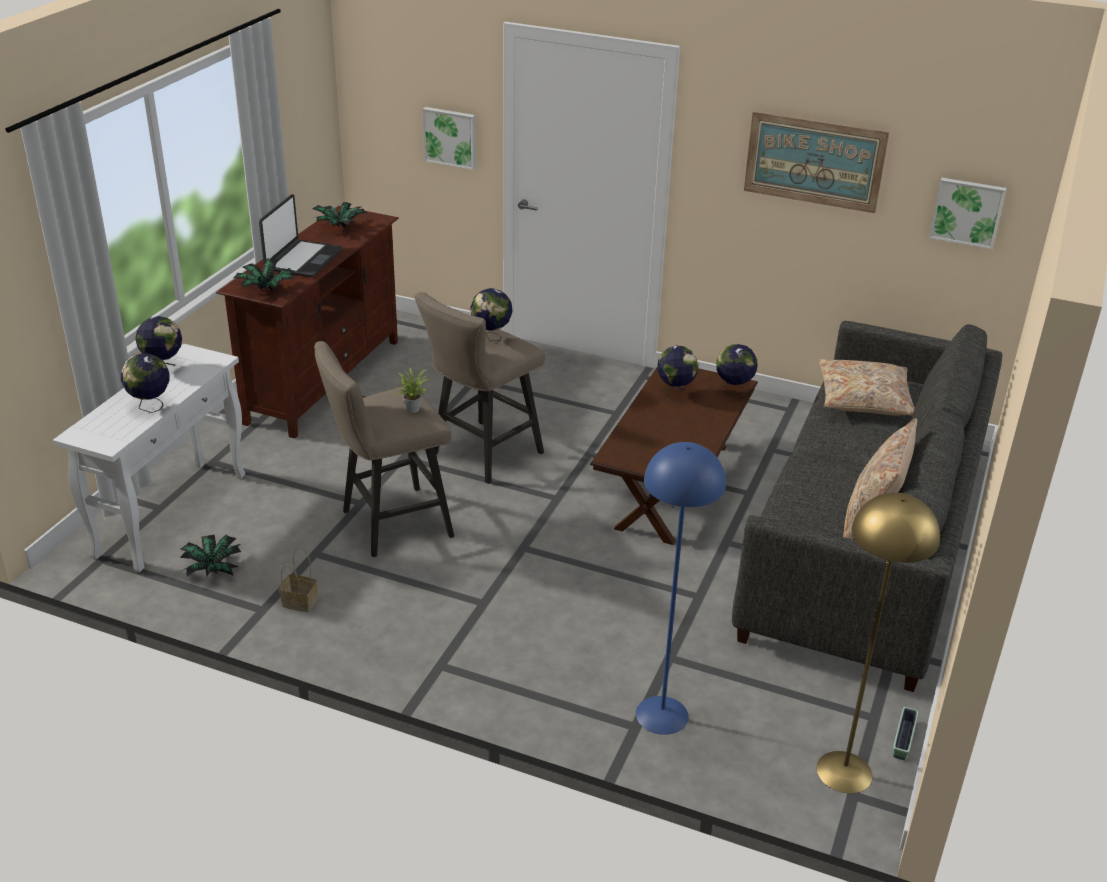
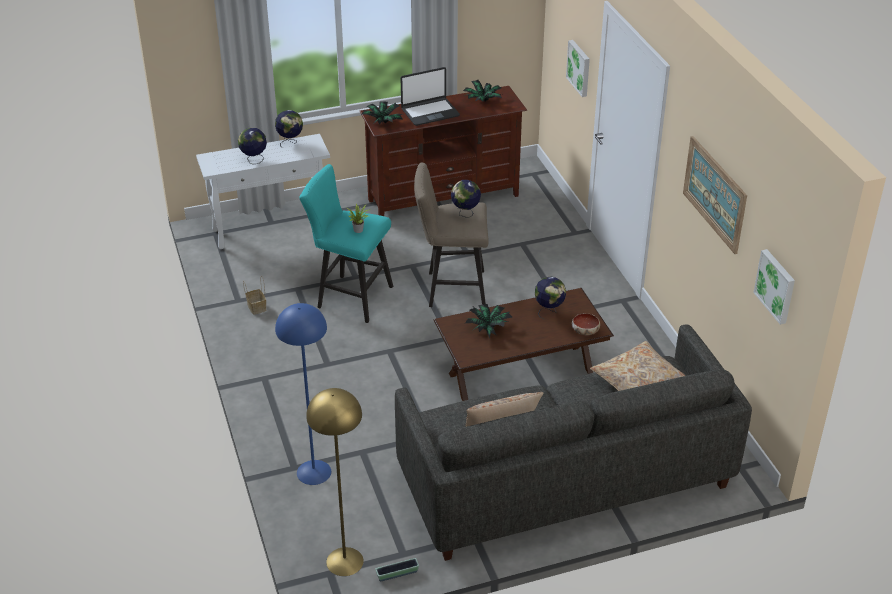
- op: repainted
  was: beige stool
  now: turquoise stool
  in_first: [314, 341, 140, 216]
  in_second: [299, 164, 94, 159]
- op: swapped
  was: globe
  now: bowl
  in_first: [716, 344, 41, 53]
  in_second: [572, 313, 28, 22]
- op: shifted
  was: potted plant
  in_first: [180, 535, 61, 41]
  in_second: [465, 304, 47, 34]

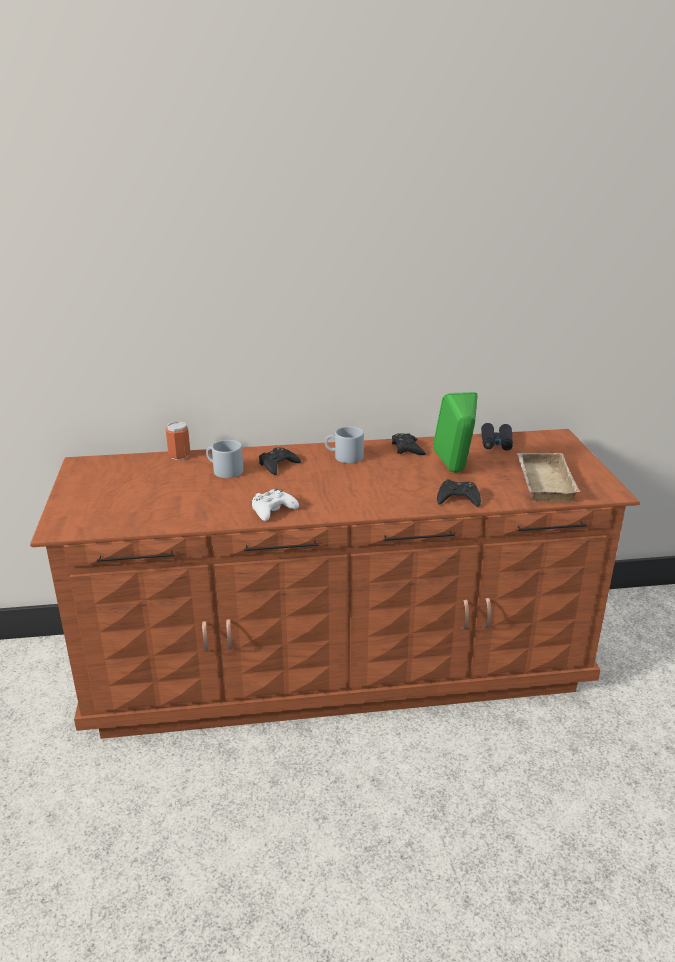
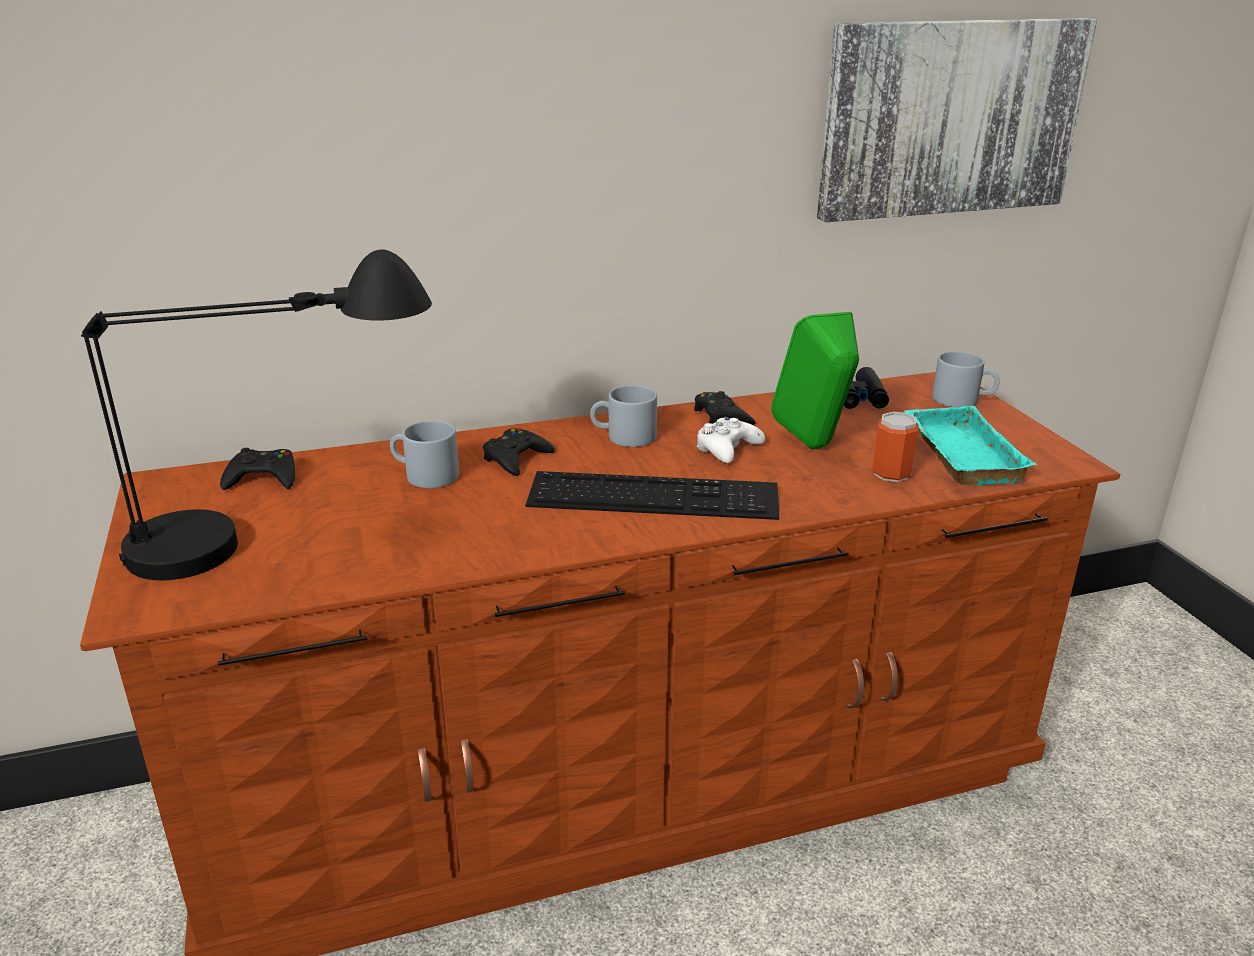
- op: shifted
  was: can
  in_first: [165, 421, 26, 39]
  in_second: [872, 411, 46, 71]
- op: repainted
  was: beige tray
  now: turquoise tray
  in_first: [517, 453, 63, 49]
  in_second: [904, 406, 133, 80]
- op: shifted
  was: black game controller
  in_first: [437, 479, 44, 28]
  in_second: [220, 448, 75, 42]
- op: shifted
  was: white game controller
  in_first: [252, 489, 47, 32]
  in_second: [696, 416, 69, 47]
- op: new
  now: picture
  in_second: [817, 18, 280, 204]
- op: new
  now: black table lamp
  in_second: [81, 249, 351, 331]
- op: new
  now: grey mug
  in_second: [932, 351, 68, 57]
- op: new
  now: keyboard
  in_second: [526, 471, 253, 49]

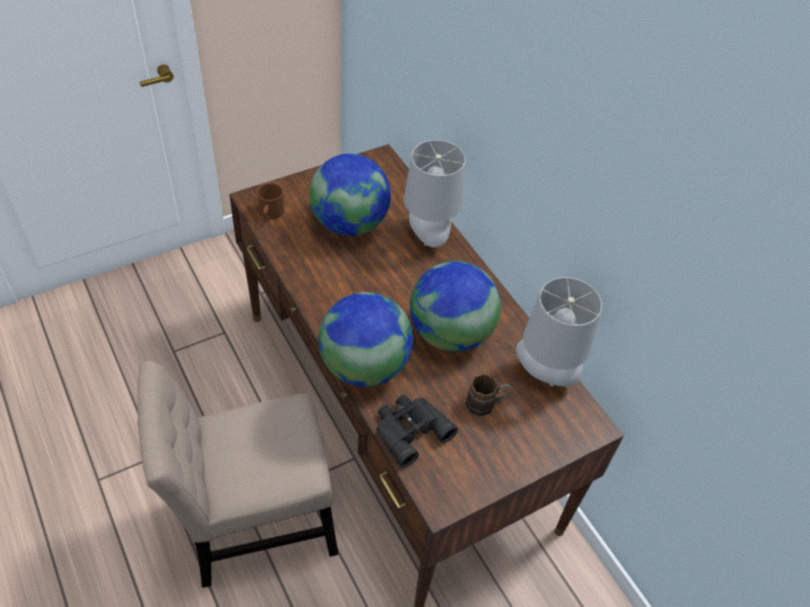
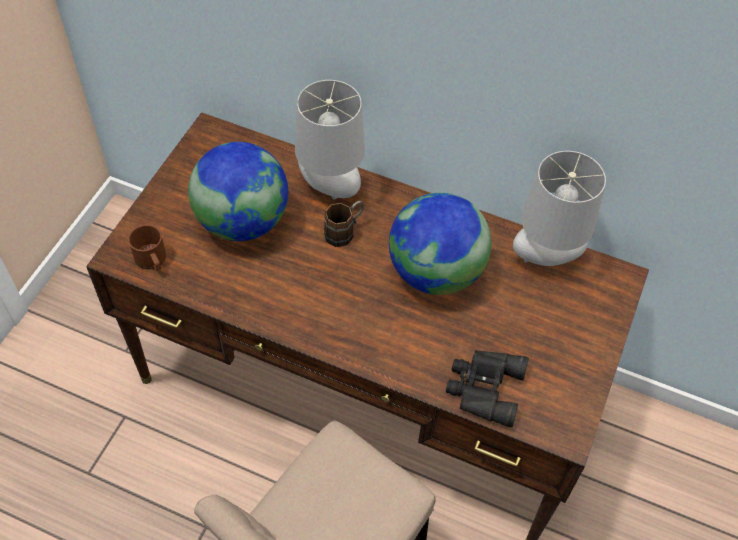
- op: gone
  was: globe
  in_first: [319, 292, 94, 95]
- op: shifted
  was: brown mug
  in_first: [466, 374, 47, 42]
  in_second: [324, 201, 40, 46]

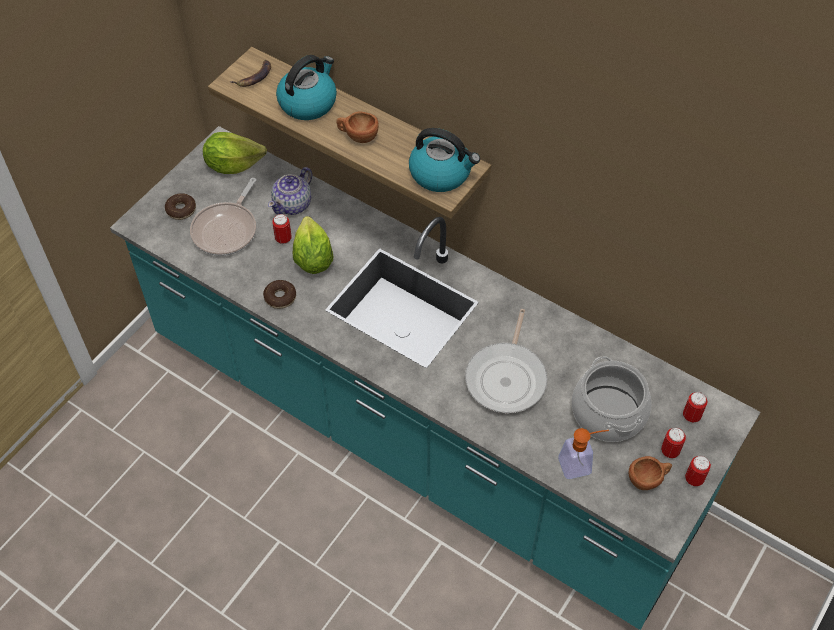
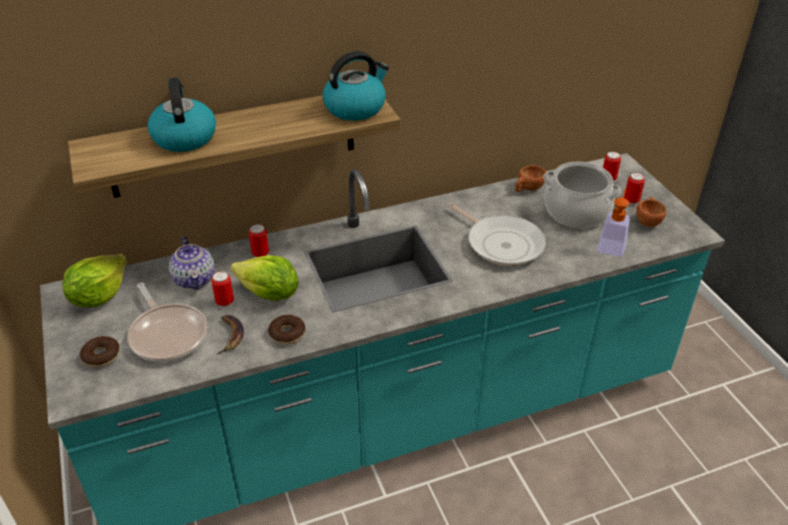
- op: shifted
  was: banana
  in_first: [229, 60, 42, 27]
  in_second: [217, 315, 27, 40]
- op: shifted
  was: brown cup
  in_first: [336, 111, 43, 32]
  in_second: [515, 165, 32, 27]
- op: shifted
  was: can
  in_first: [685, 456, 26, 30]
  in_second: [249, 224, 20, 34]

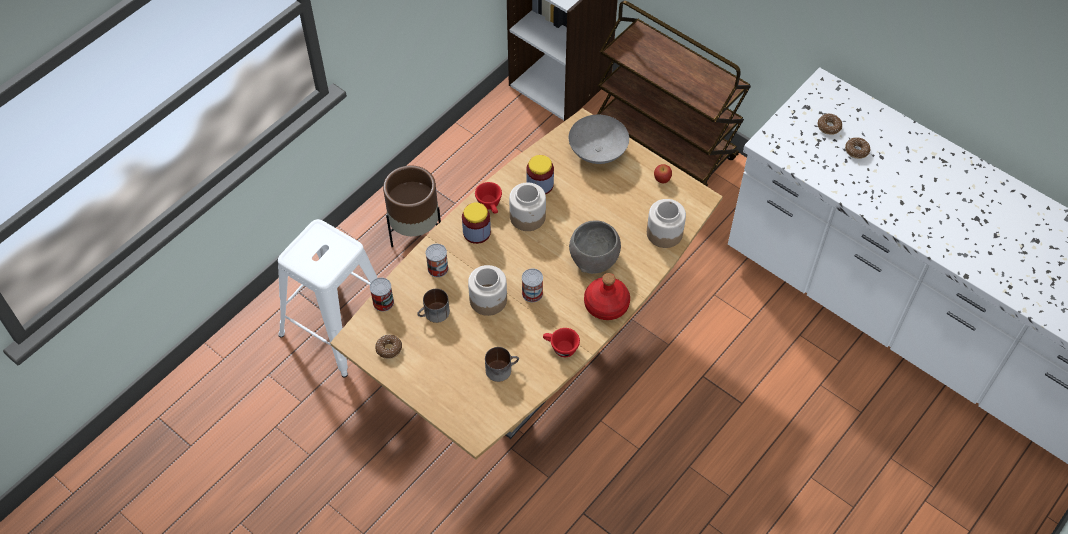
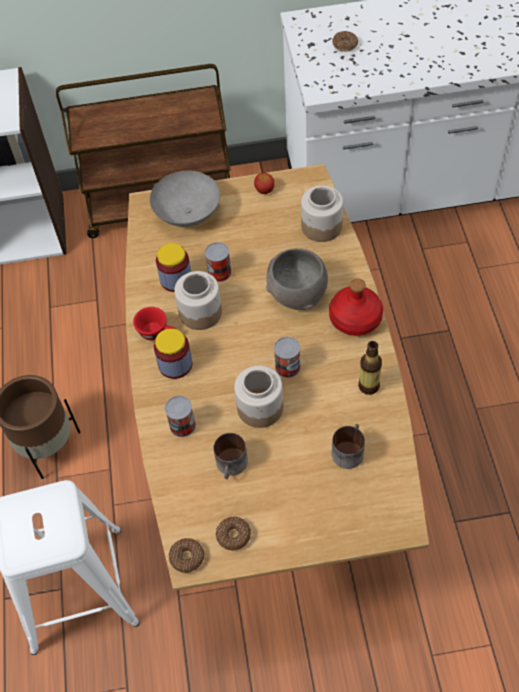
- op: shifted
  was: donut
  in_first: [845, 137, 25, 22]
  in_second: [169, 538, 35, 35]
- op: shifted
  was: can
  in_first: [370, 277, 24, 34]
  in_second: [205, 242, 27, 40]
- op: swapped
  was: red cup
  now: bottle
  in_first: [543, 328, 37, 29]
  in_second: [358, 341, 24, 54]

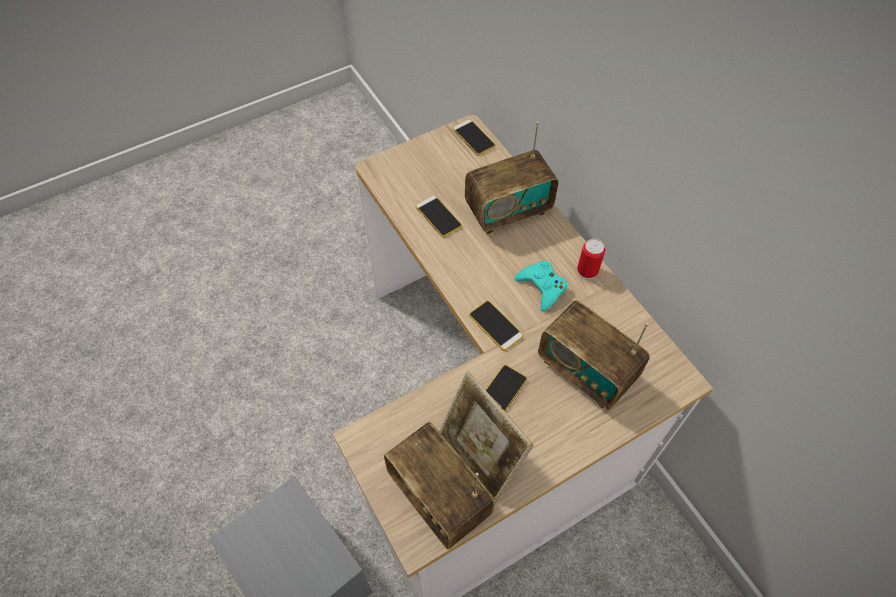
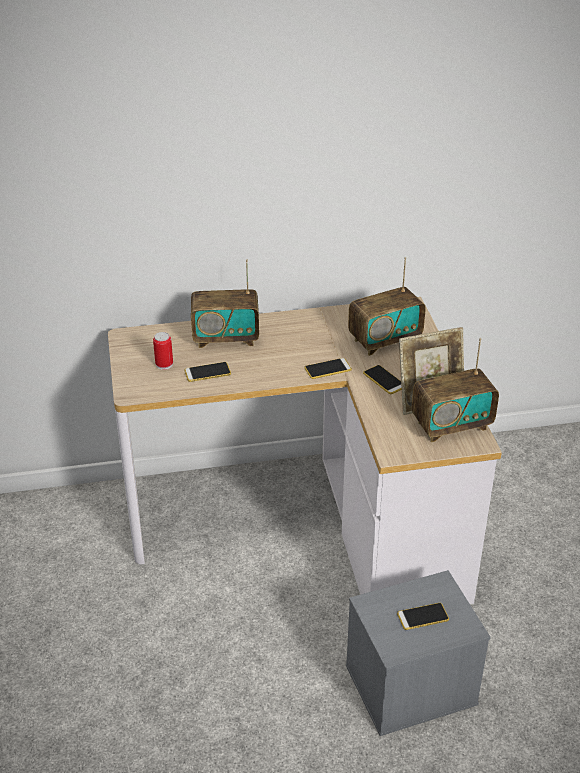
- op: shifted
  was: phone
  in_first: [452, 119, 44, 36]
  in_second: [397, 603, 52, 27]
- op: rotated
  was: radio
  in_first: [465, 121, 93, 113]
  in_second: [191, 259, 68, 89]
  clockwise: 90
- op: shifted
  was: can
  in_first: [577, 239, 28, 41]
  in_second: [153, 332, 20, 38]
- op: gone
  was: turquoise game controller
  in_first: [514, 261, 53, 51]

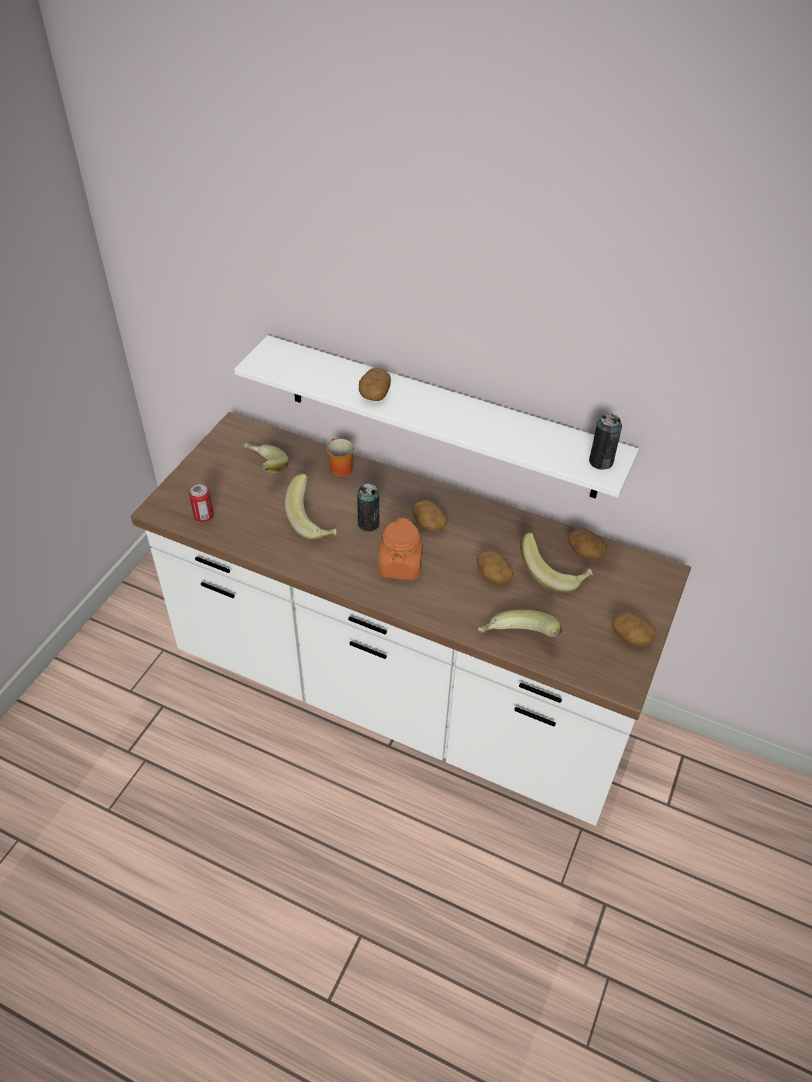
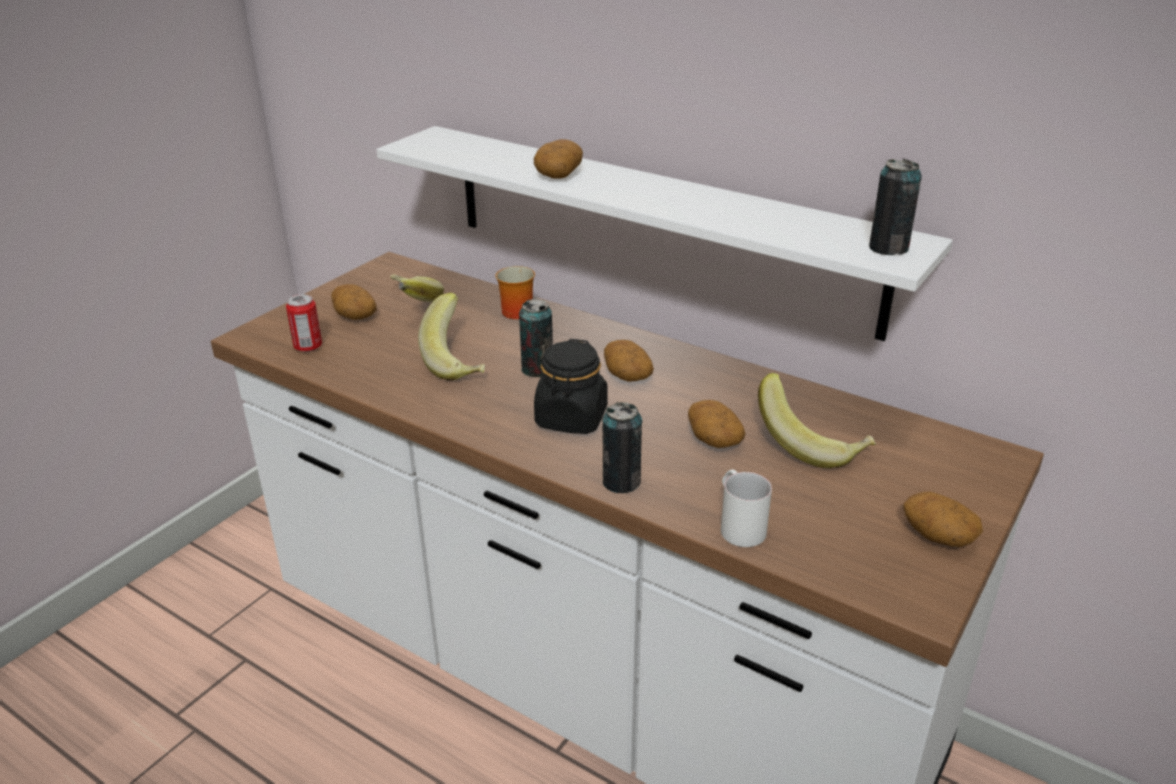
- op: repainted
  was: orange jar
  now: black jar
  in_first: [379, 518, 44, 62]
  in_second: [534, 339, 74, 95]
- op: shifted
  was: potato
  in_first: [568, 528, 39, 32]
  in_second: [331, 284, 46, 36]
- op: swapped
  was: banana
  now: white mug
  in_first: [478, 610, 84, 27]
  in_second: [721, 470, 51, 77]
- op: new
  now: can
  in_second: [603, 402, 40, 91]

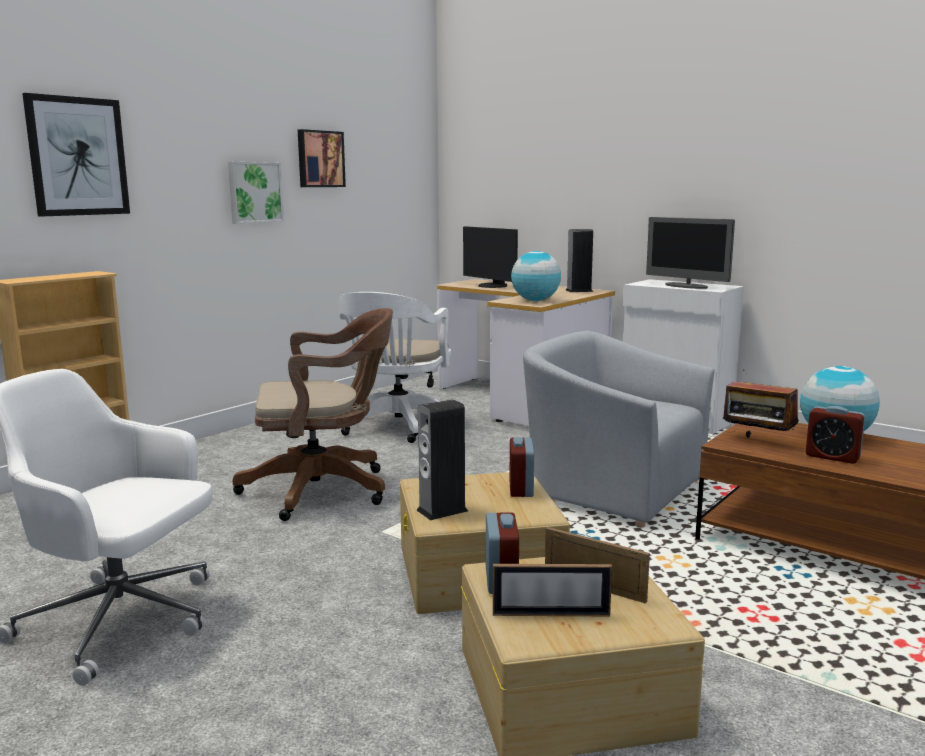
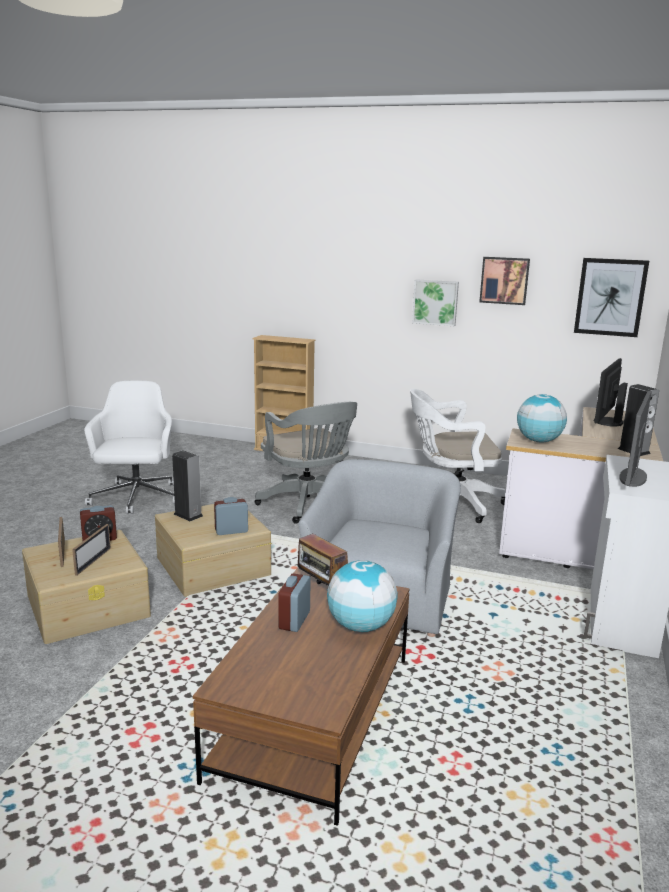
- op: shifted
  was: picture
  in_first: [22, 93, 108, 124]
  in_second: [574, 258, 75, 79]
- op: repainted
  was: brown office chair
  now: grey office chair
  in_first: [233, 308, 160, 213]
  in_second: [255, 402, 102, 122]
- op: rotated
  was: radio
  in_first: [723, 370, 76, 68]
  in_second: [298, 529, 50, 57]
  clockwise: -60

